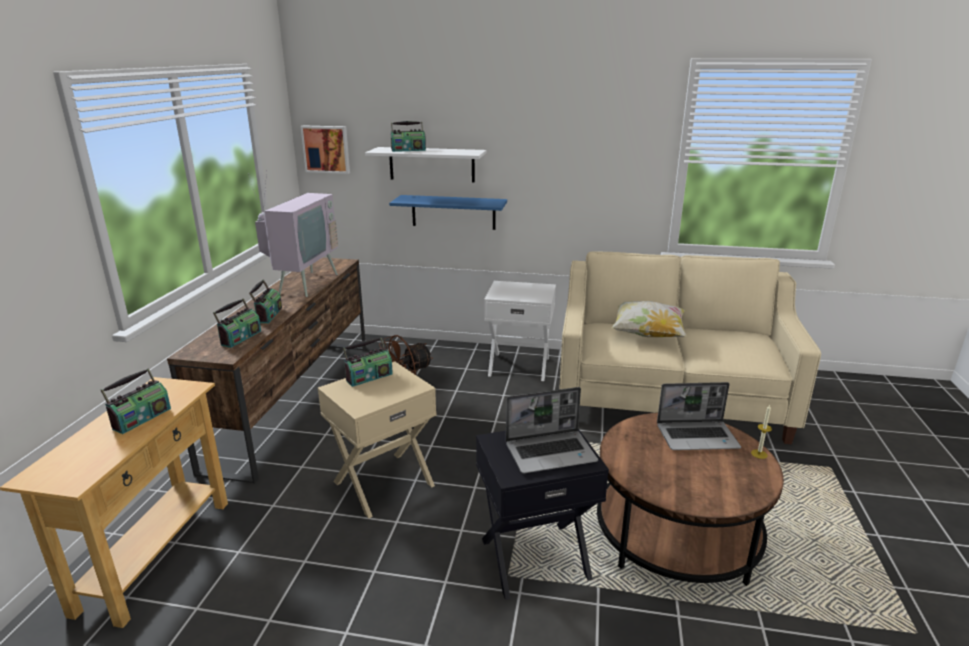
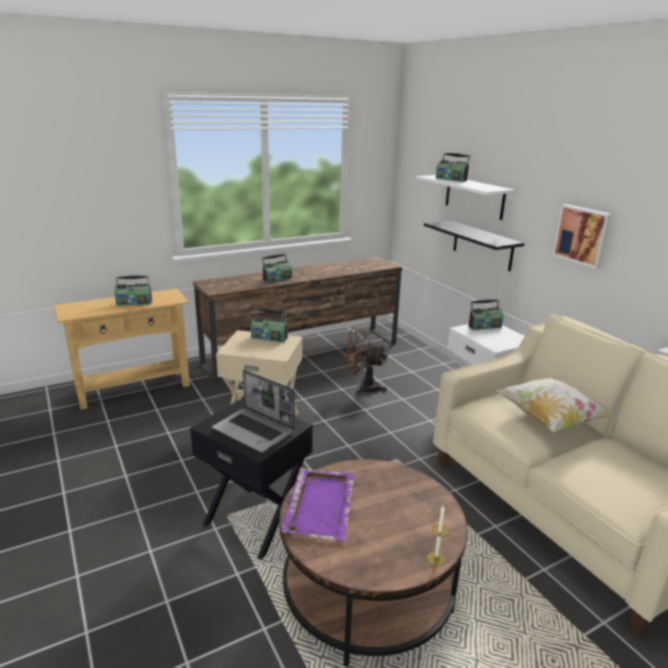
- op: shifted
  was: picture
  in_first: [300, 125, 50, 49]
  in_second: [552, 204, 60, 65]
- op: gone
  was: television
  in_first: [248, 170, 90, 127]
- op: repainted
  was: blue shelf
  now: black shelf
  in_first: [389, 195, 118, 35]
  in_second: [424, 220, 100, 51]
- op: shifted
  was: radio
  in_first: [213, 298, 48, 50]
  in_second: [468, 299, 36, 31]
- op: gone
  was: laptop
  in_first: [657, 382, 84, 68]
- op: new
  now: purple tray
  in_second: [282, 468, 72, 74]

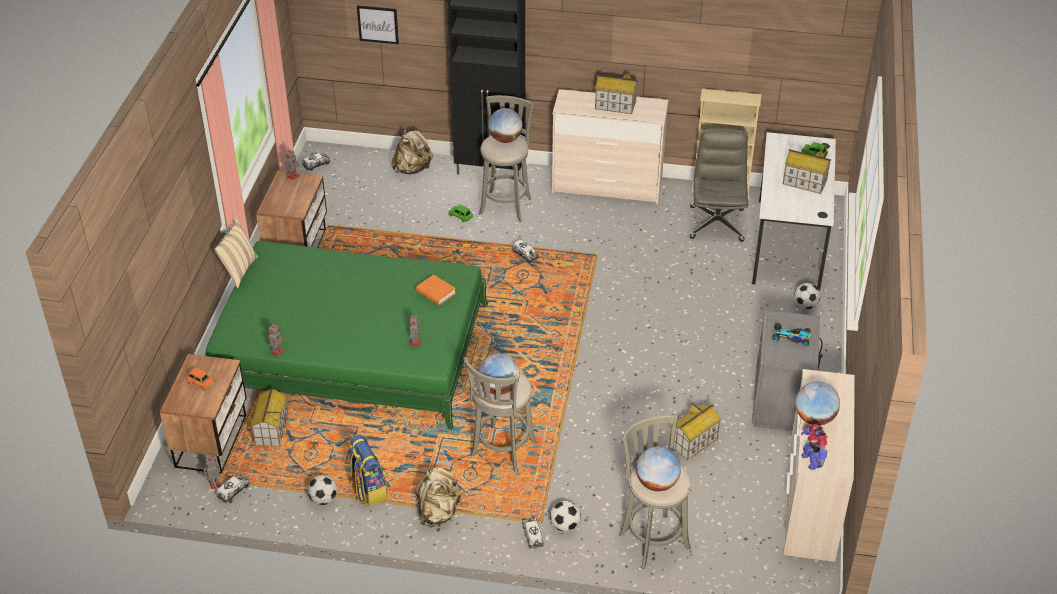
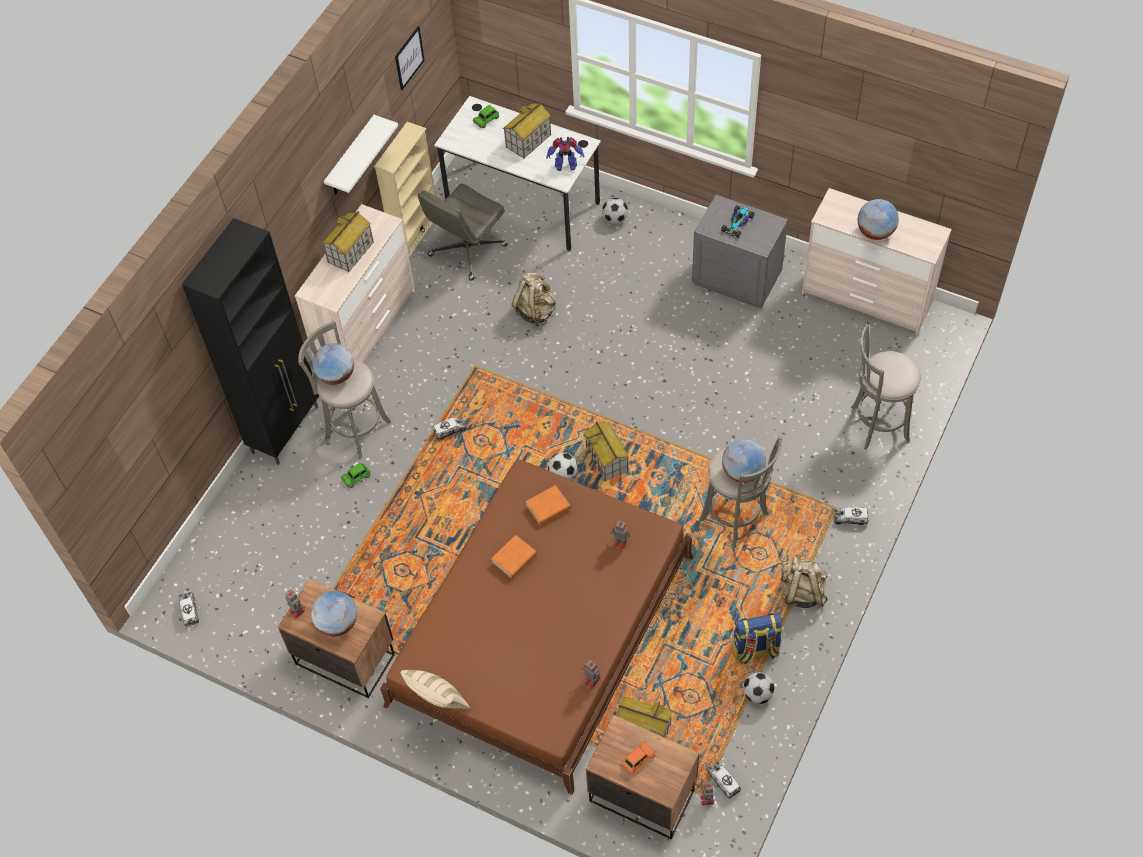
- op: shifted
  was: picture
  in_first: [357, 5, 42, 39]
  in_second: [395, 26, 30, 64]
- op: shifted
  was: beige backpack
  in_first: [391, 127, 42, 47]
  in_second: [512, 273, 44, 53]
- op: rotated
  was: grey office chair
  in_first: [690, 128, 58, 114]
  in_second: [418, 184, 90, 97]
  clockwise: -75
- op: repainted
  was: green bed
  now: brown bed
  in_first: [206, 241, 282, 188]
  in_second: [380, 459, 314, 336]
- op: shifted
  was: toy house
  in_first: [669, 404, 52, 57]
  in_second: [584, 421, 45, 60]
- op: shifted
  was: toy robot
  in_first: [801, 424, 26, 46]
  in_second: [546, 137, 39, 34]
- op: shifted
  was: globe
  in_first: [636, 446, 45, 45]
  in_second: [311, 591, 46, 45]
- op: shifted
  was: football
  in_first: [550, 501, 31, 31]
  in_second: [548, 452, 29, 28]
- op: new
  now: white shelf
  in_second: [324, 115, 74, 79]
- op: new
  now: orange book
  in_second: [491, 535, 46, 44]

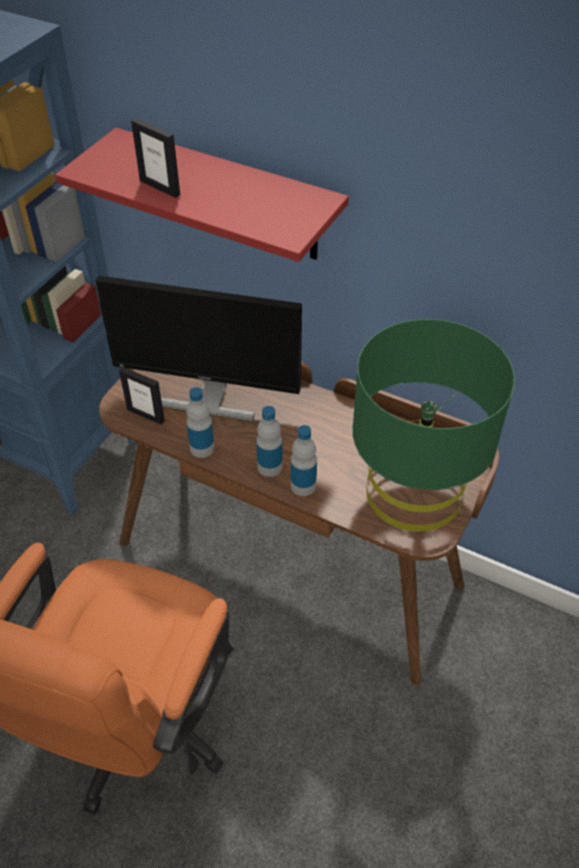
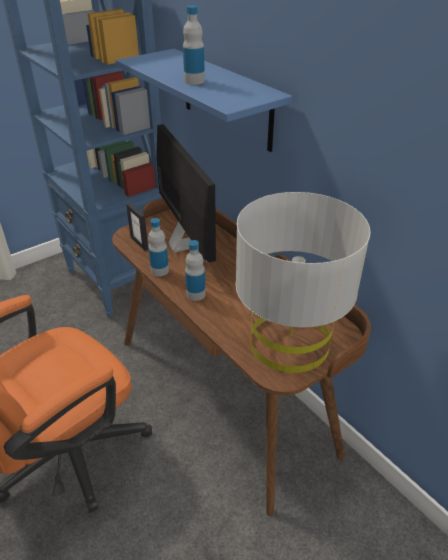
- op: gone
  was: picture frame
  in_first: [131, 118, 49, 80]
- op: repainted
  was: red shelf
  now: blue shelf
  in_first: [55, 128, 294, 134]
  in_second: [116, 49, 177, 103]
- op: rotated
  was: monitor
  in_first: [95, 276, 207, 145]
  in_second: [156, 124, 60, 138]
  clockwise: -150
- op: repainted
  was: green table lamp
  now: grey table lamp
  in_first: [352, 319, 163, 213]
  in_second: [236, 192, 135, 181]
- op: shifted
  was: bottle
  in_first: [291, 425, 26, 71]
  in_second: [183, 5, 22, 80]

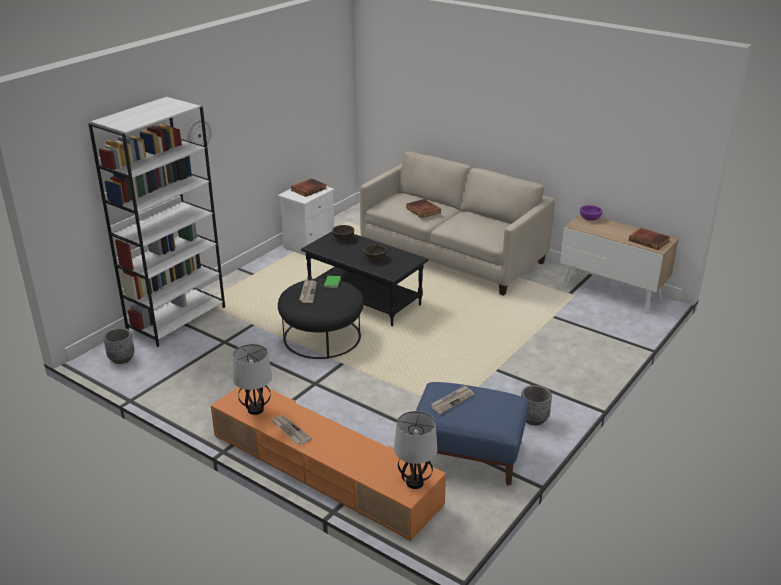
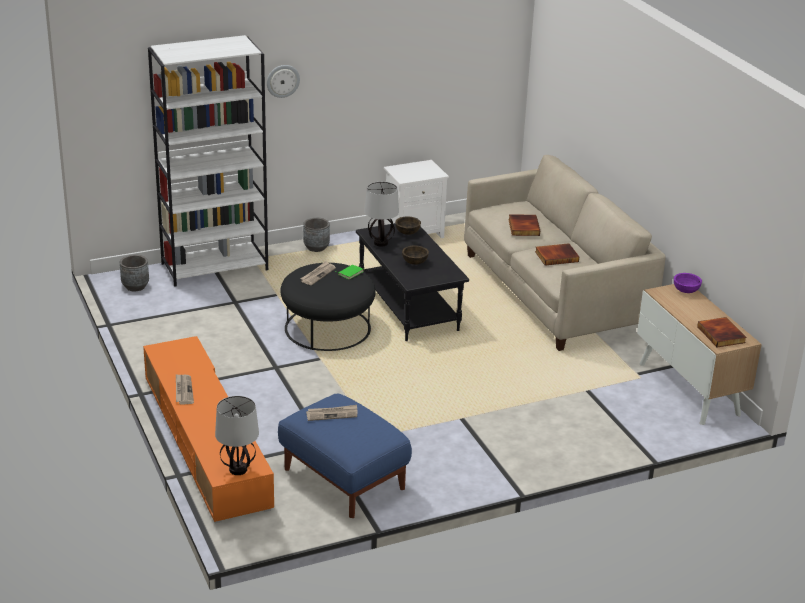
- op: shifted
  was: book
  in_first: [290, 178, 36, 19]
  in_second: [535, 243, 44, 23]
- op: shifted
  was: table lamp
  in_first: [233, 344, 39, 71]
  in_second: [364, 182, 35, 65]
- op: shifted
  was: grey planter
  in_first: [521, 385, 31, 41]
  in_second: [303, 218, 27, 34]

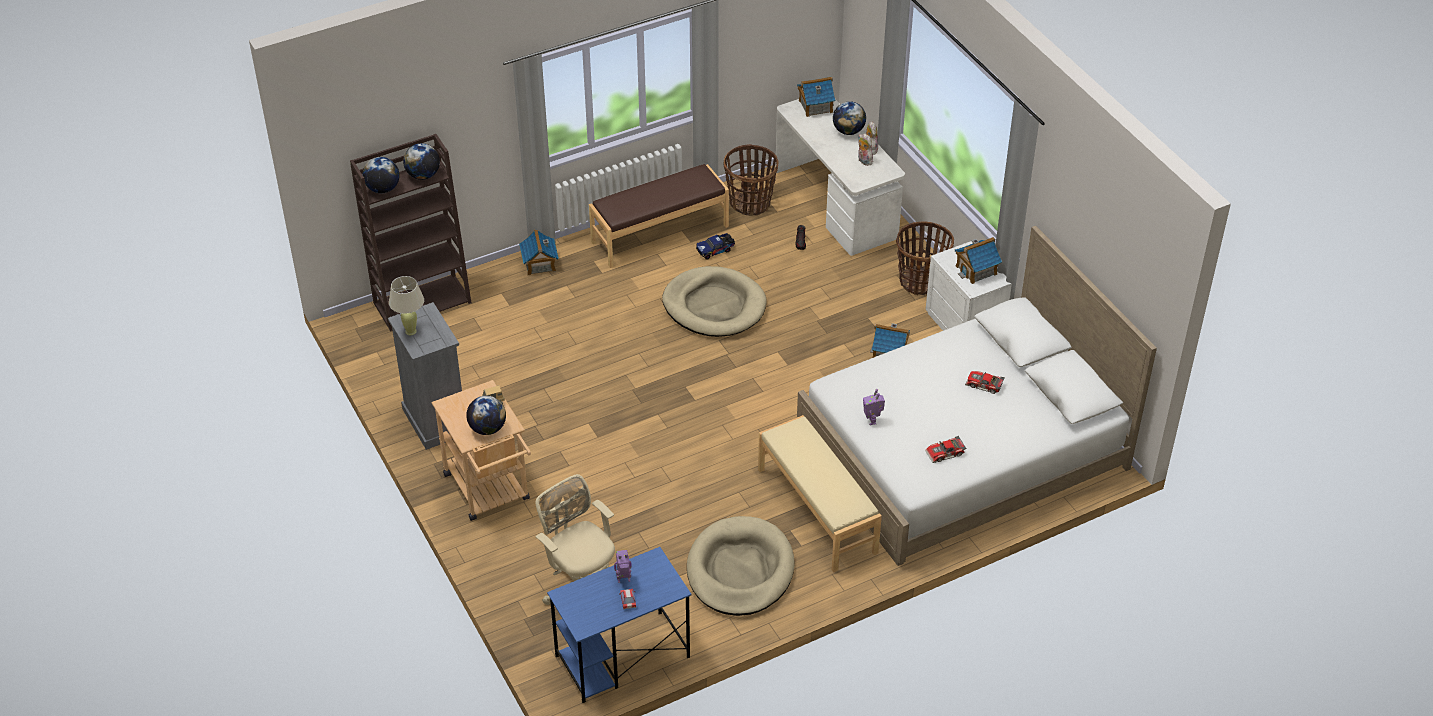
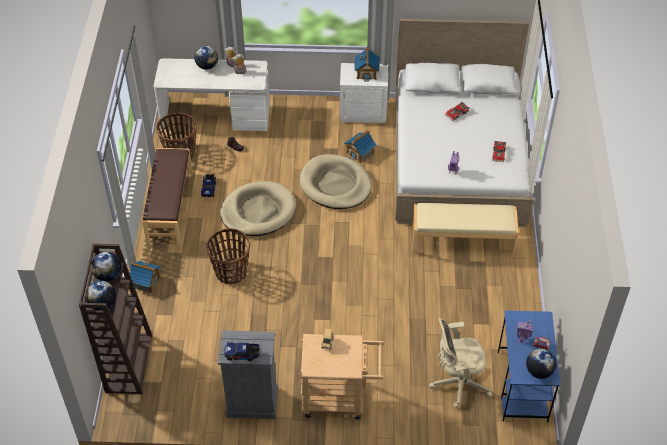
- op: gone
  was: toy house
  in_first: [797, 77, 38, 40]
- op: shifted
  was: basket
  in_first: [896, 221, 58, 74]
  in_second: [206, 228, 44, 56]
- op: swapped
  was: beige table lamp
  now: toy truck
  in_first: [389, 276, 35, 59]
  in_second: [224, 342, 36, 20]
- op: shifted
  was: globe
  in_first: [466, 396, 40, 39]
  in_second: [526, 348, 31, 31]
- op: shifted
  was: beige dog bed
  in_first: [687, 516, 108, 100]
  in_second: [300, 154, 72, 55]

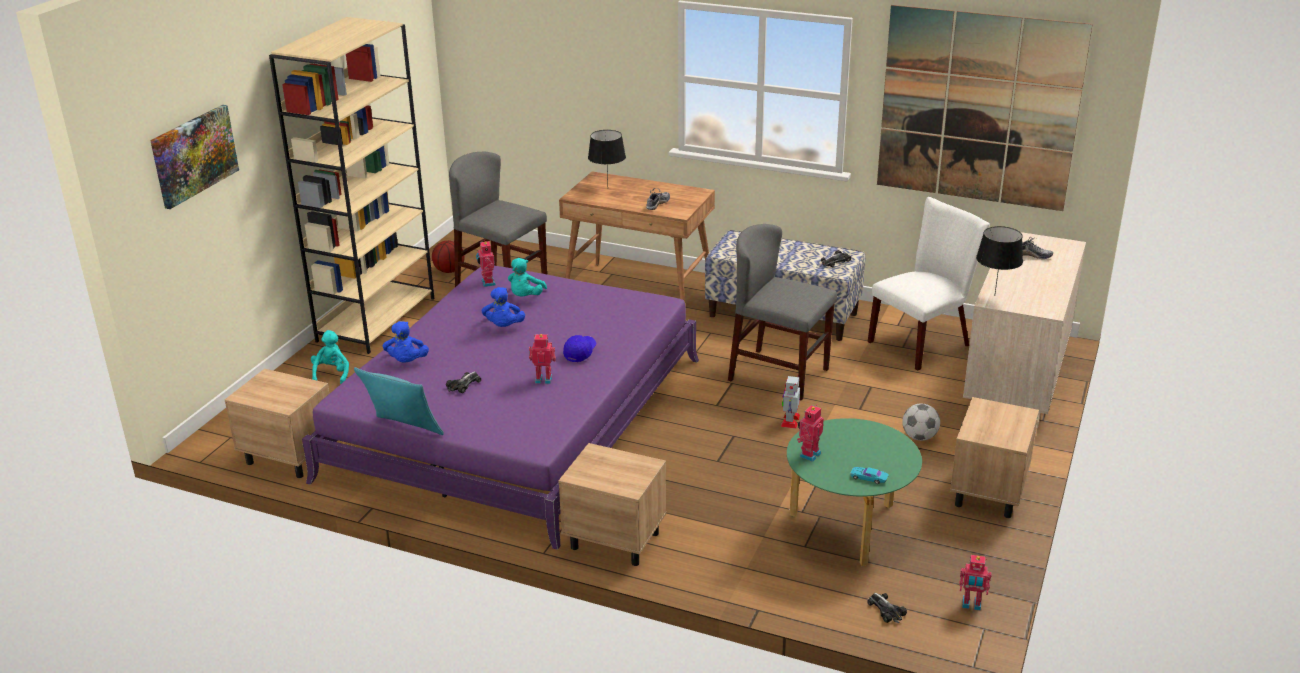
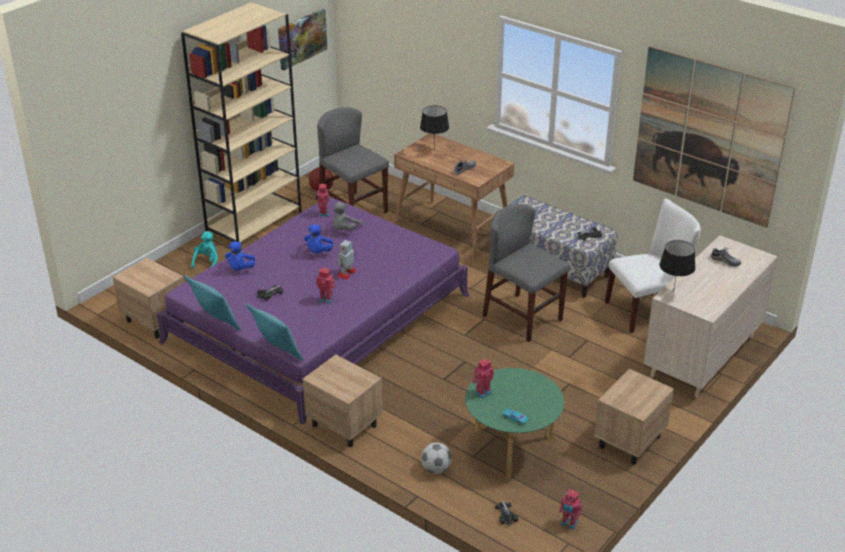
- op: shifted
  was: picture
  in_first: [150, 105, 89, 104]
  in_second: [278, 9, 49, 61]
- op: repainted
  was: turquoise plush toy
  now: grey plush toy
  in_first: [508, 258, 39, 39]
  in_second: [333, 202, 30, 29]
- op: gone
  was: blue cap
  in_first: [563, 335, 34, 27]
- op: shifted
  was: toy robot
  in_first: [781, 375, 19, 54]
  in_second: [337, 240, 20, 40]
- op: shifted
  was: football
  in_first: [902, 403, 38, 38]
  in_second: [421, 442, 31, 32]
- op: new
  now: turquoise pillow
  in_second: [246, 303, 58, 58]

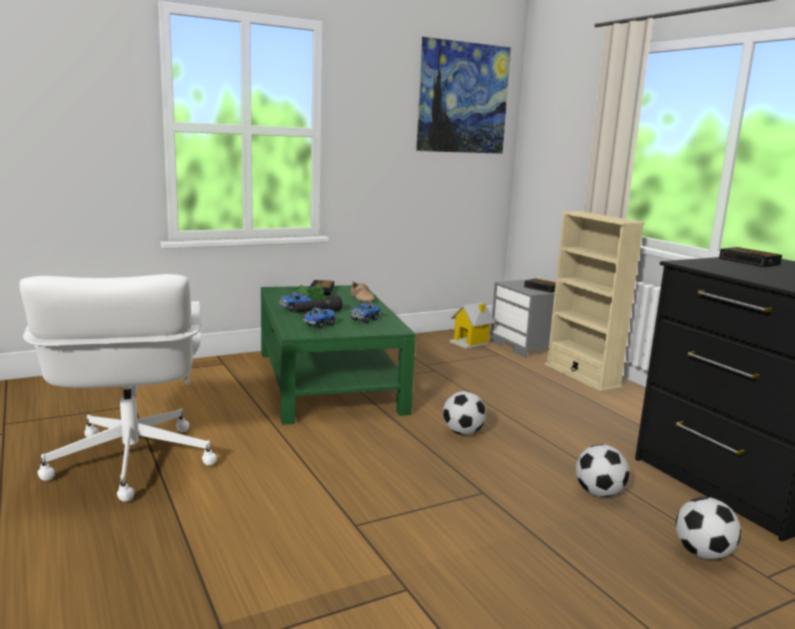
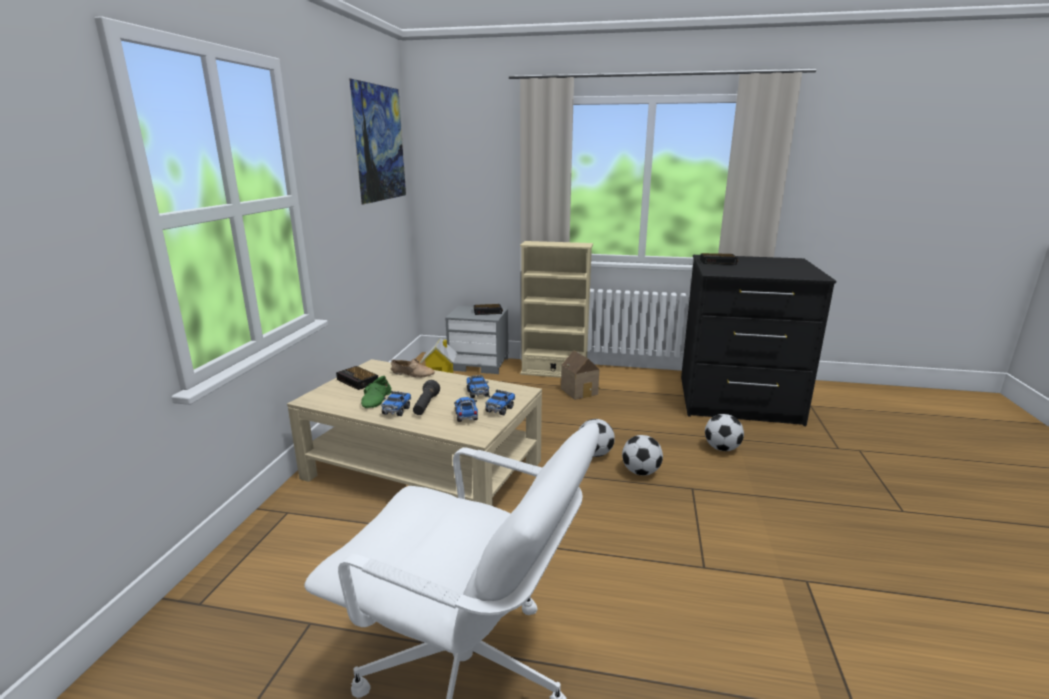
- op: repainted
  was: green coffee table
  now: beige coffee table
  in_first: [261, 285, 155, 140]
  in_second: [287, 359, 255, 147]
- op: shifted
  was: football
  in_first: [676, 497, 65, 63]
  in_second: [622, 435, 41, 41]
- op: new
  now: toy house
  in_second: [561, 350, 39, 50]
- op: new
  now: toy truck
  in_second: [485, 390, 30, 26]

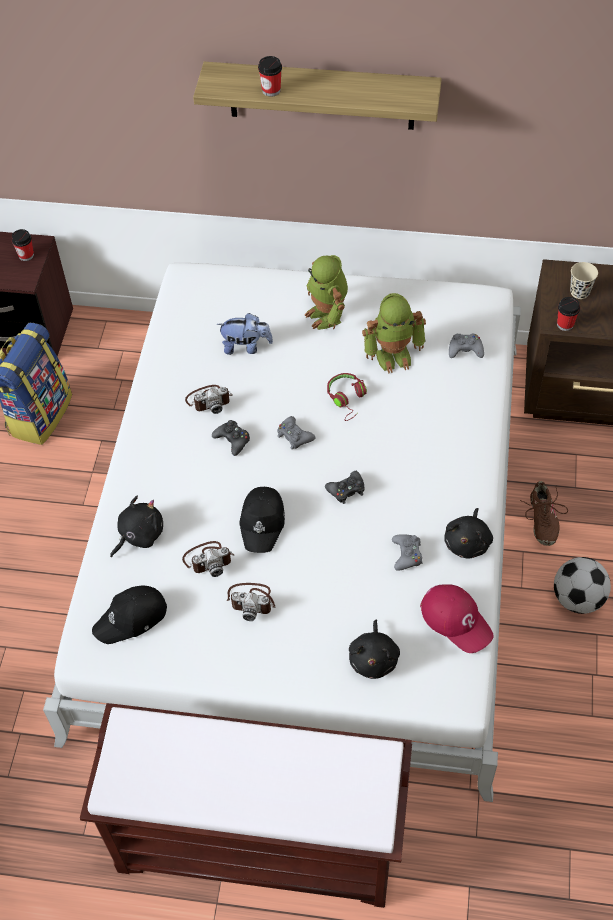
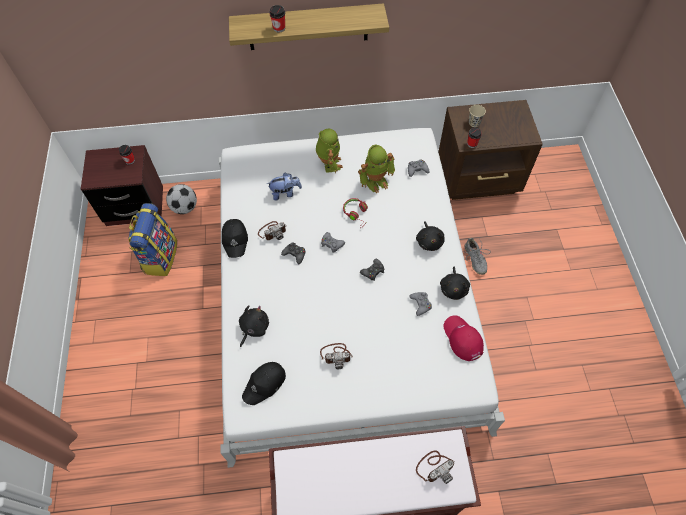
- op: rotated
  was: toy robot
  in_first: [305, 255, 43, 75]
  in_second: [316, 129, 27, 44]
  clockwise: -150
- op: repainted
  was: brown shoe
  now: grey shoe
  in_first: [520, 481, 48, 65]
  in_second: [462, 237, 29, 38]
- op: shifted
  was: black cap
  in_first: [239, 487, 46, 66]
  in_second: [222, 219, 26, 39]
- op: shifted
  was: photo camera
  in_first: [182, 541, 52, 36]
  in_second: [416, 451, 39, 33]
- op: shifted
  was: football
  in_first: [554, 557, 57, 57]
  in_second: [166, 184, 31, 30]
- op: rotated
  was: red cap
  in_first: [420, 584, 74, 69]
  in_second: [443, 315, 41, 46]
  clockwise: -150
- op: shifted
  was: black plush toy
  in_first: [349, 620, 51, 59]
  in_second: [416, 221, 29, 30]

